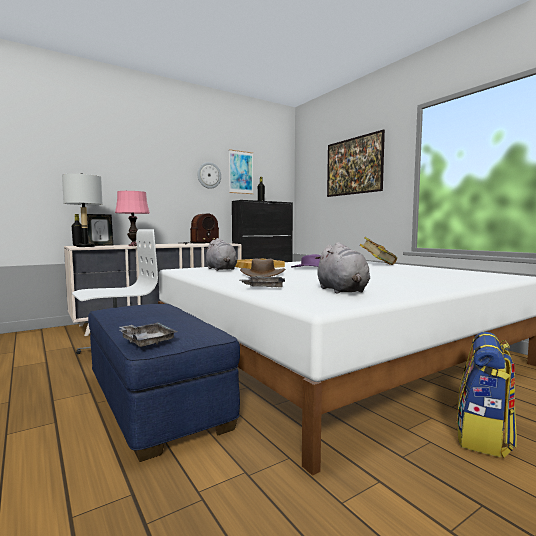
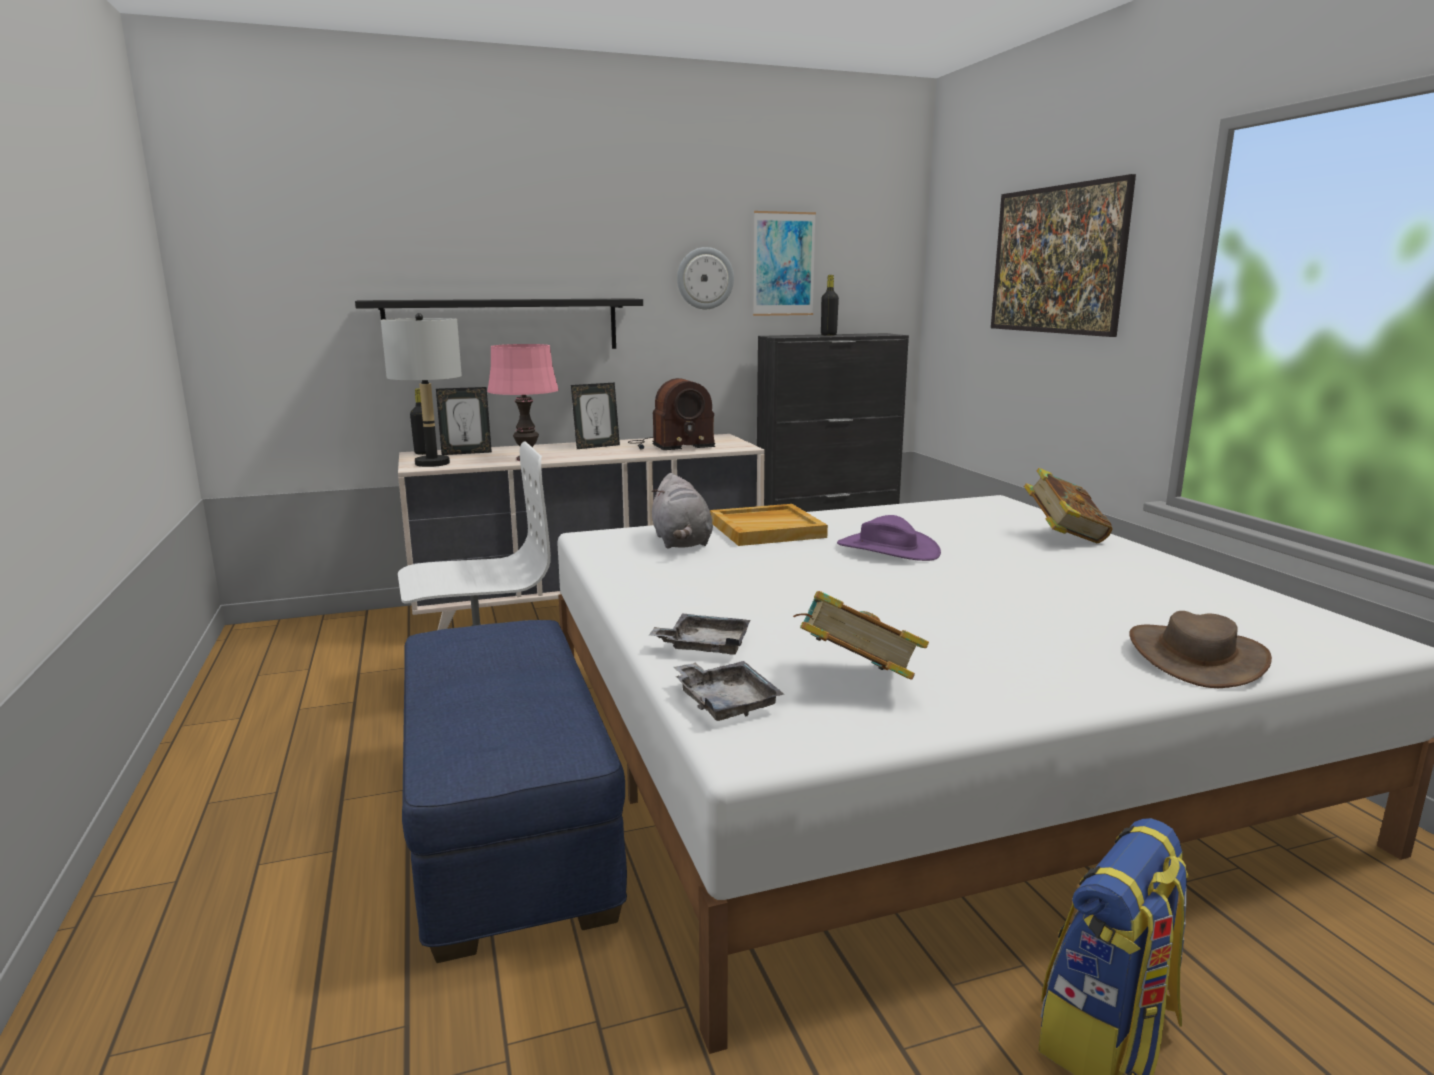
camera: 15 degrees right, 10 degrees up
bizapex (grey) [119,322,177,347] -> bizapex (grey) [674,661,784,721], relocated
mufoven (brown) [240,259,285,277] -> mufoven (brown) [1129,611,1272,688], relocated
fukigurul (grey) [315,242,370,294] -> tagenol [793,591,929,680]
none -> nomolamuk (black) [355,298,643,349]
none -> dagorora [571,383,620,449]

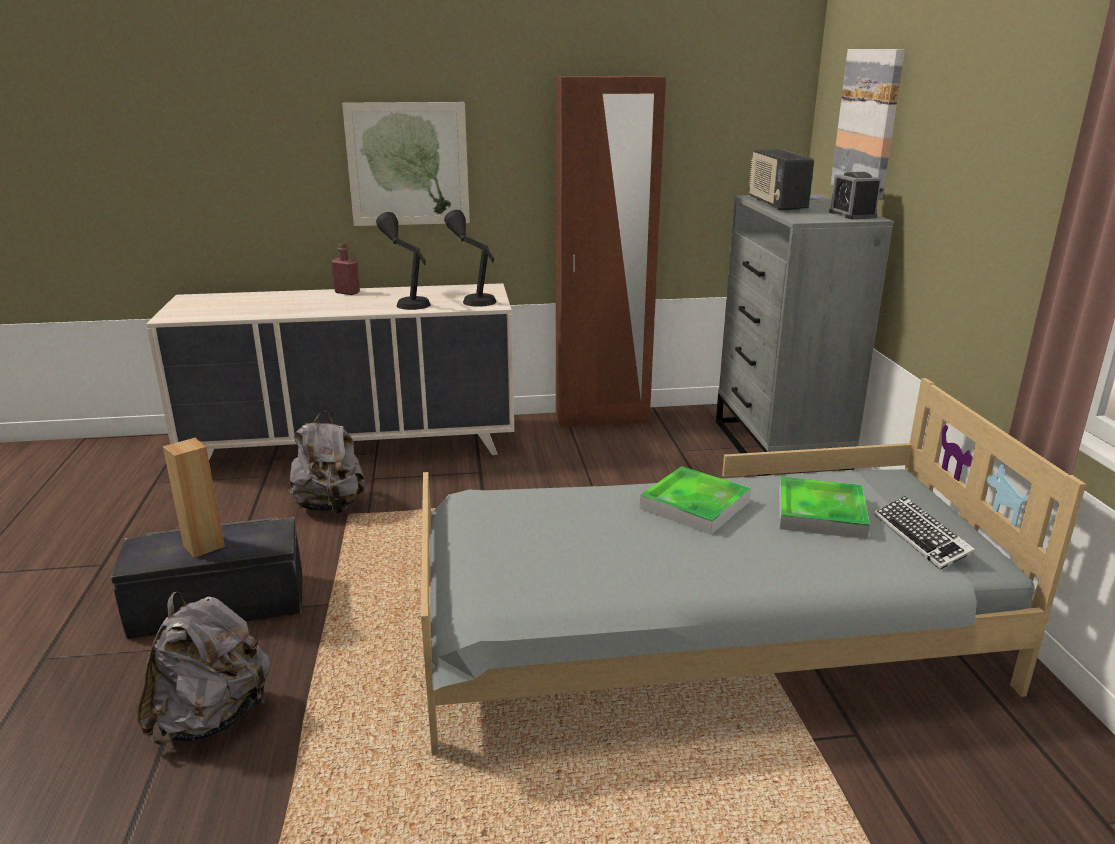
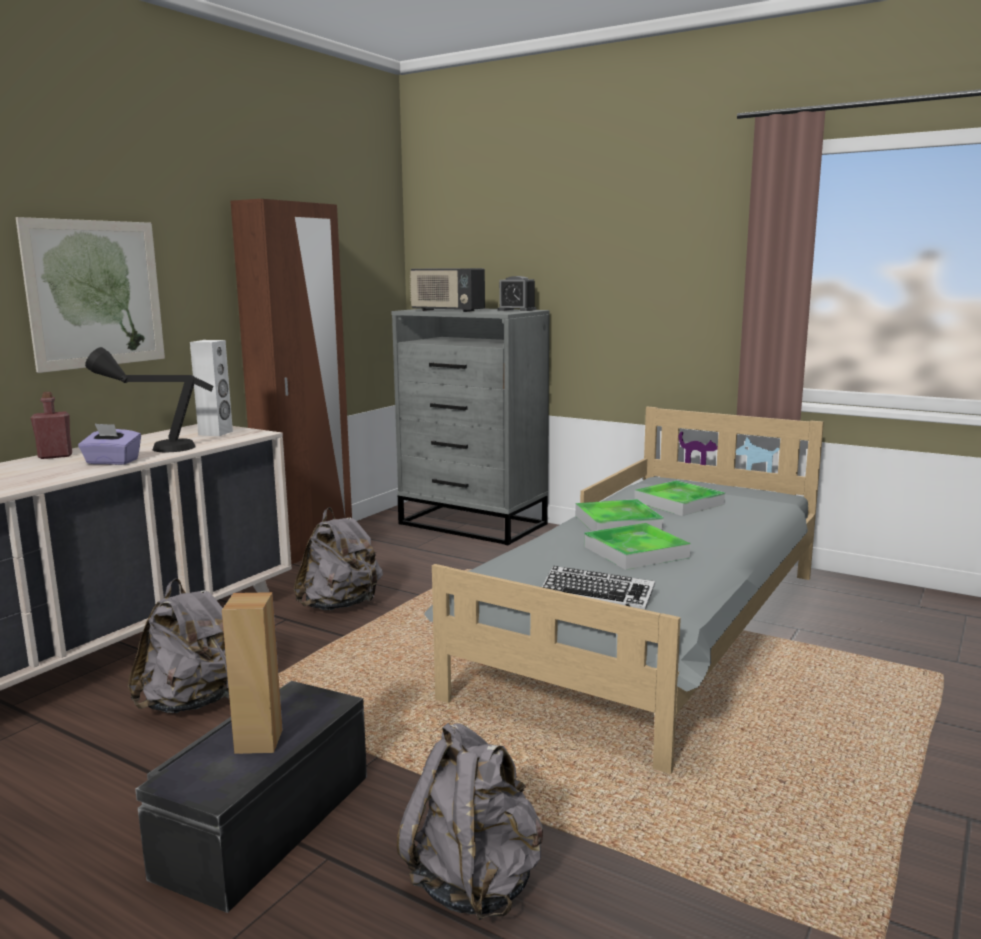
camera: 50 degrees left, 10 degrees down
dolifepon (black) [444,210,496,307] -> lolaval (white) [190,340,233,436]
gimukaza [831,49,905,200] -> none
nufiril [874,496,976,570] -> nufiril [542,566,655,610], relocated
none -> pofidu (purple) [78,423,141,465]
none -> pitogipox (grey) [294,507,383,610]
none -> bizapex [584,523,691,570]

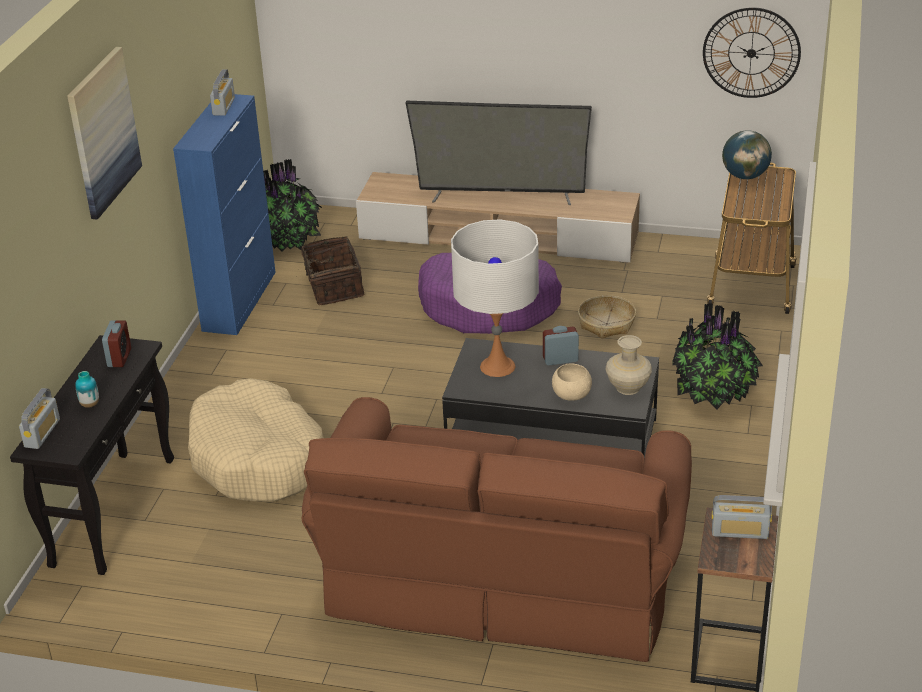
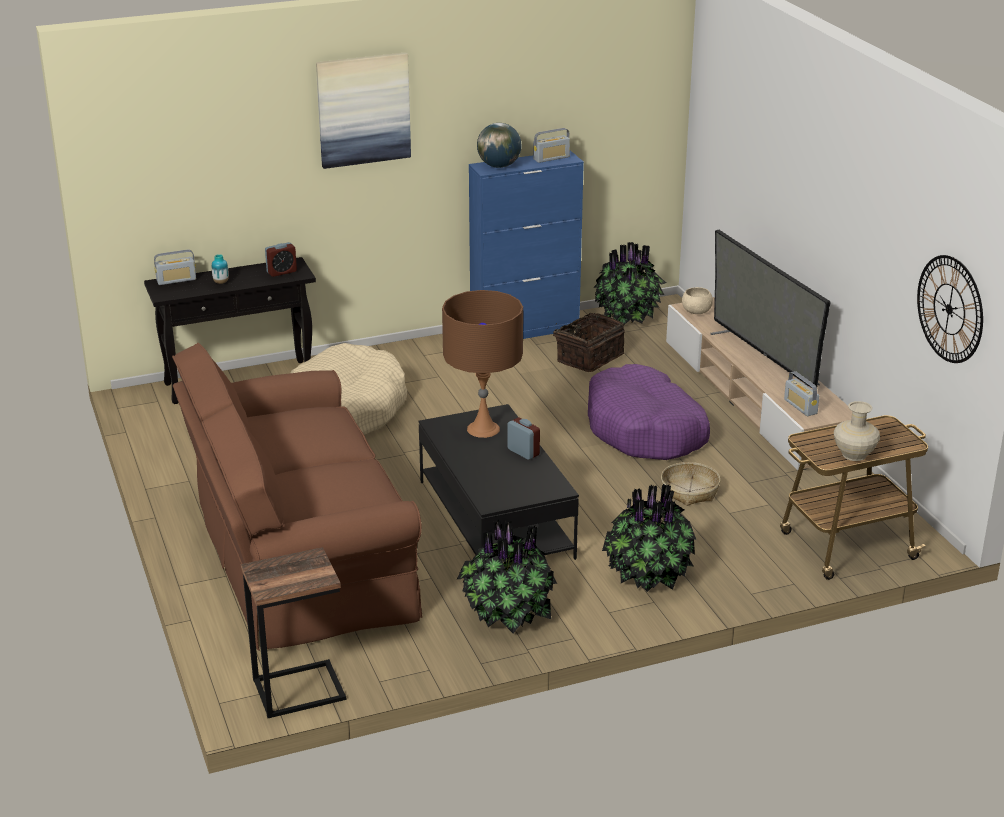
camera: 55 degrees right, 5 degrees down
dolifepon (white) [451,219,539,377] -> dolifepon (brown) [442,290,523,438]
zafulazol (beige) [552,363,592,401] -> zafulazol (beige) [682,287,713,314], relocated
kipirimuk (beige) [606,335,652,395] -> kipirimuk (beige) [834,401,880,461], relocated
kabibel [712,495,772,539] -> kabibel [784,371,819,416], relocated
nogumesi [722,130,772,179] -> nogumesi [477,123,522,168], relocated
none -> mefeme [457,520,557,633]

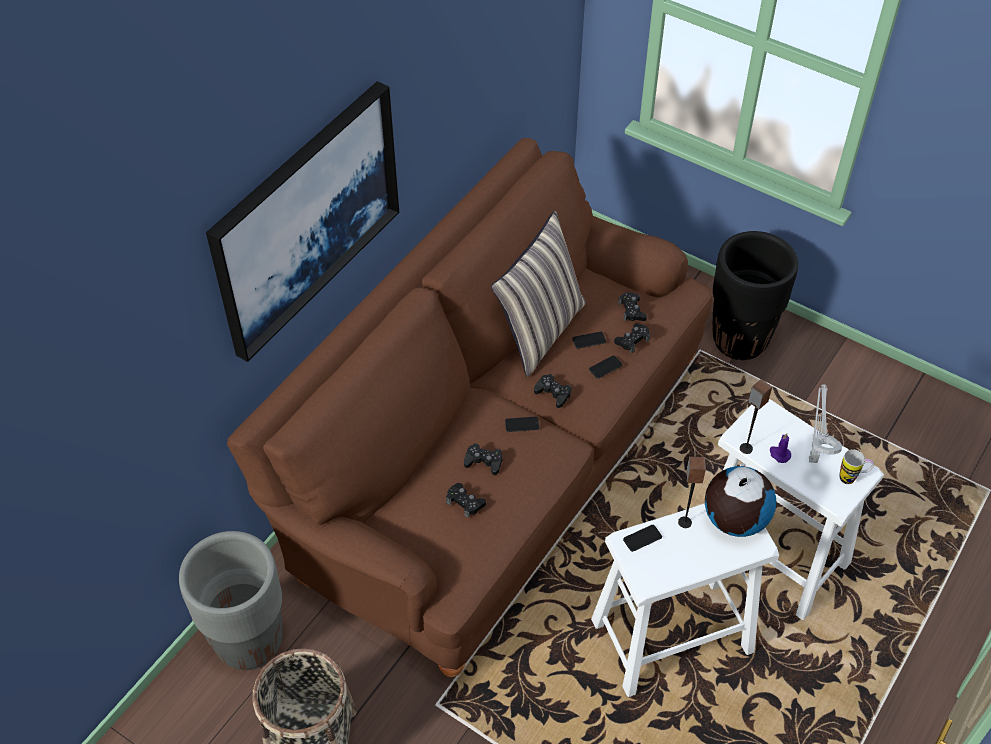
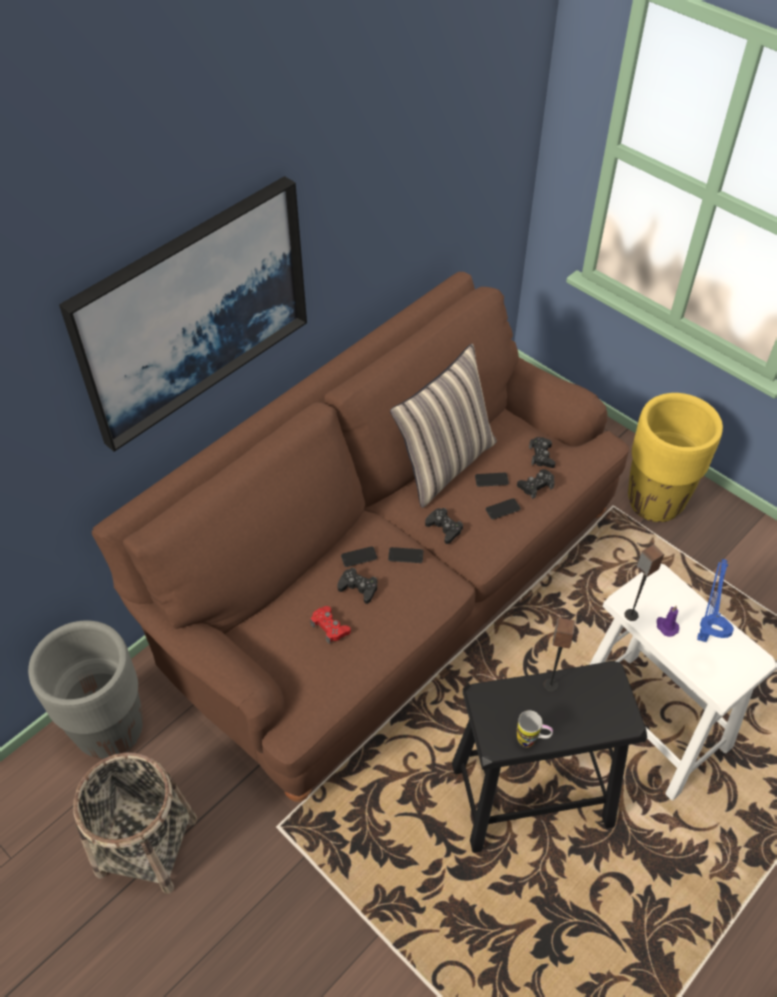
camera: 10 degrees right, 0 degrees up
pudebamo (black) [446,483,486,518] -> pudebamo (red) [310,606,351,644]
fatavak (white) [591,503,779,697] -> fatavak (black) [452,661,647,853]
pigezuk [623,525,662,552] -> pigezuk [341,546,377,567], relocated
nogumesi [705,466,776,537] -> none
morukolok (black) [712,231,798,360] -> morukolok (yellow) [628,393,723,522]
dolifepon (grey) [809,384,842,463] -> dolifepon (blue) [697,559,734,642]
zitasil [840,449,874,484] -> zitasil [517,710,553,748], relocated

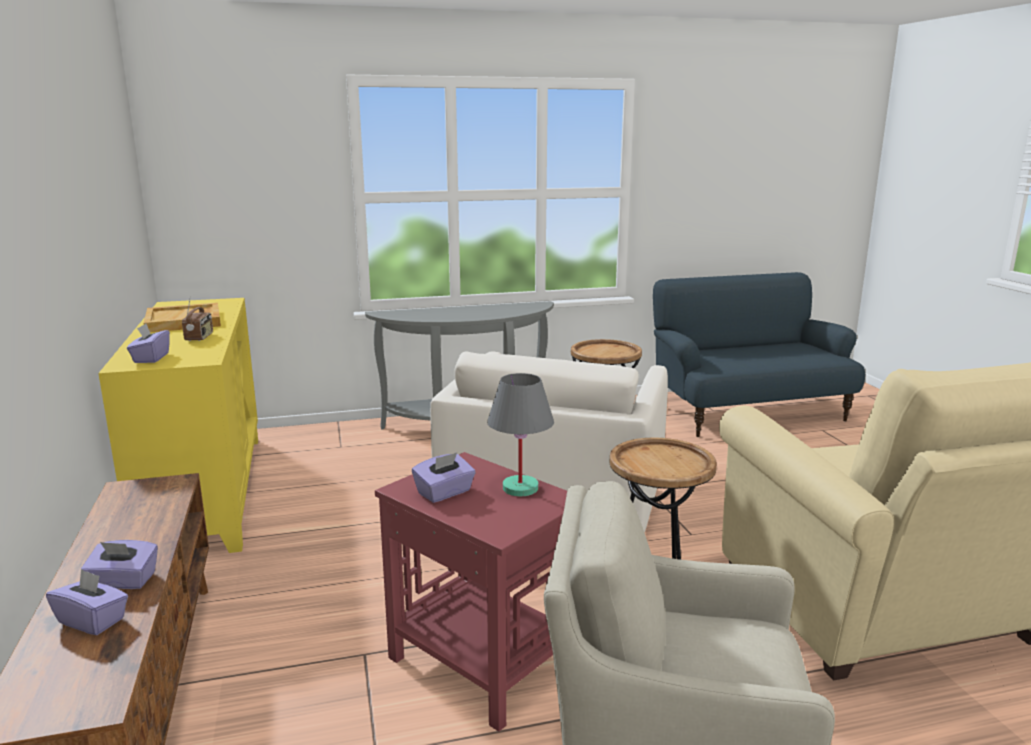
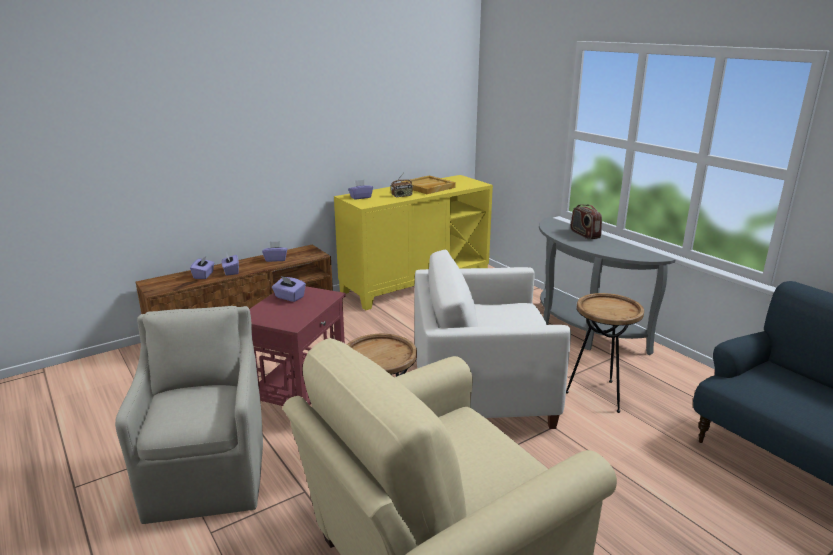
camera: 70 degrees right, 5 degrees up
dolifepon (grey) [487,373,554,496] -> none
none -> pofidu (purple) [262,241,288,262]
none -> kabibel [570,205,602,240]

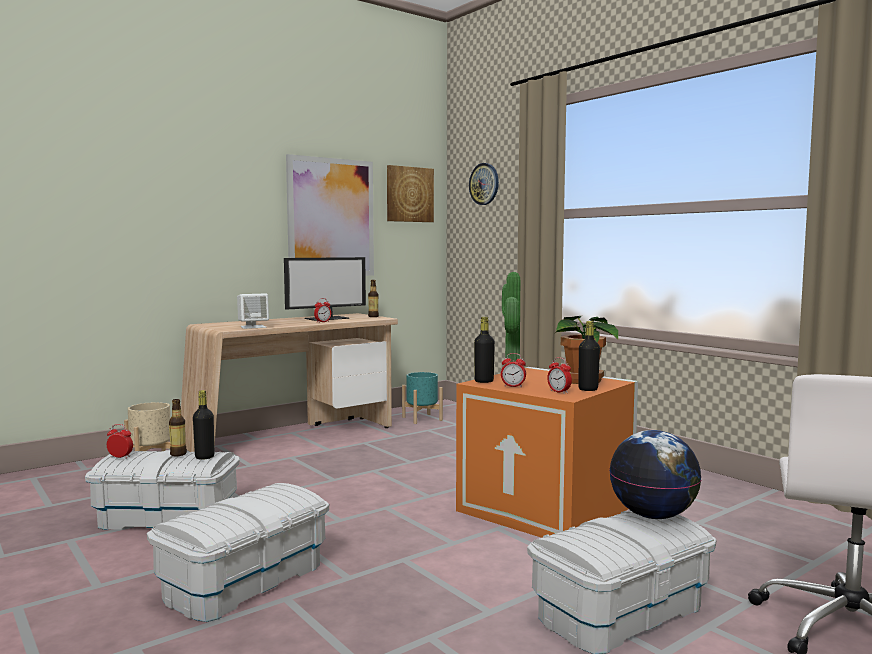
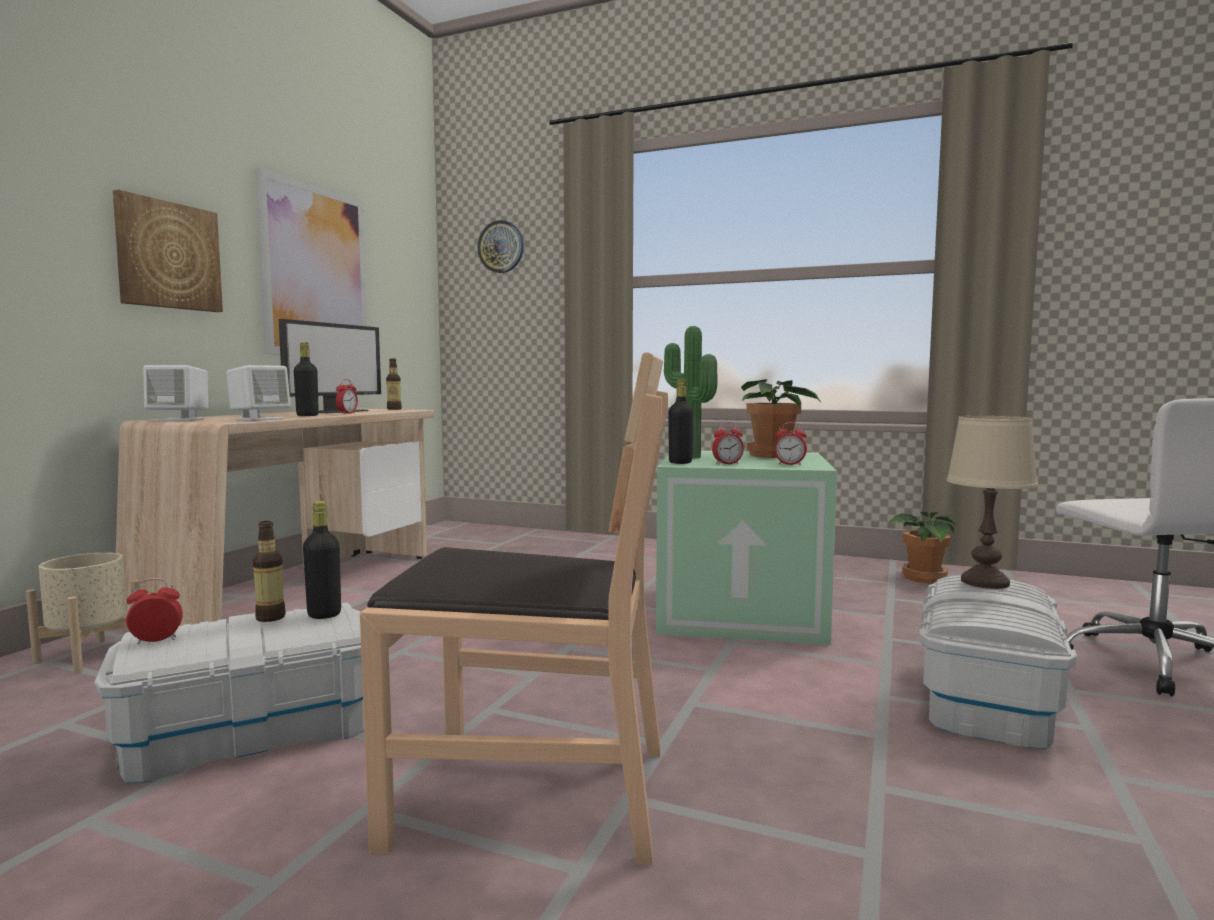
camera: 30 degrees left, 0 degrees up
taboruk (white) [147,483,329,622] -> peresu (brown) [360,352,668,866]
gimukaza [387,165,434,222] -> gimukaza [113,190,223,312], relocated
morukolok (turquoise) [402,372,443,424] -> none
taboruk (orange) [456,367,638,538] -> taboruk (green) [656,451,837,645]
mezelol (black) [578,321,600,391] -> mezelol (black) [294,342,319,416], relocated
nogumesi [609,430,701,519] -> dolifepon (beige) [946,416,1038,589]
none -> lolaval (white) [143,365,208,421]
none -> mefeme [889,512,956,584]

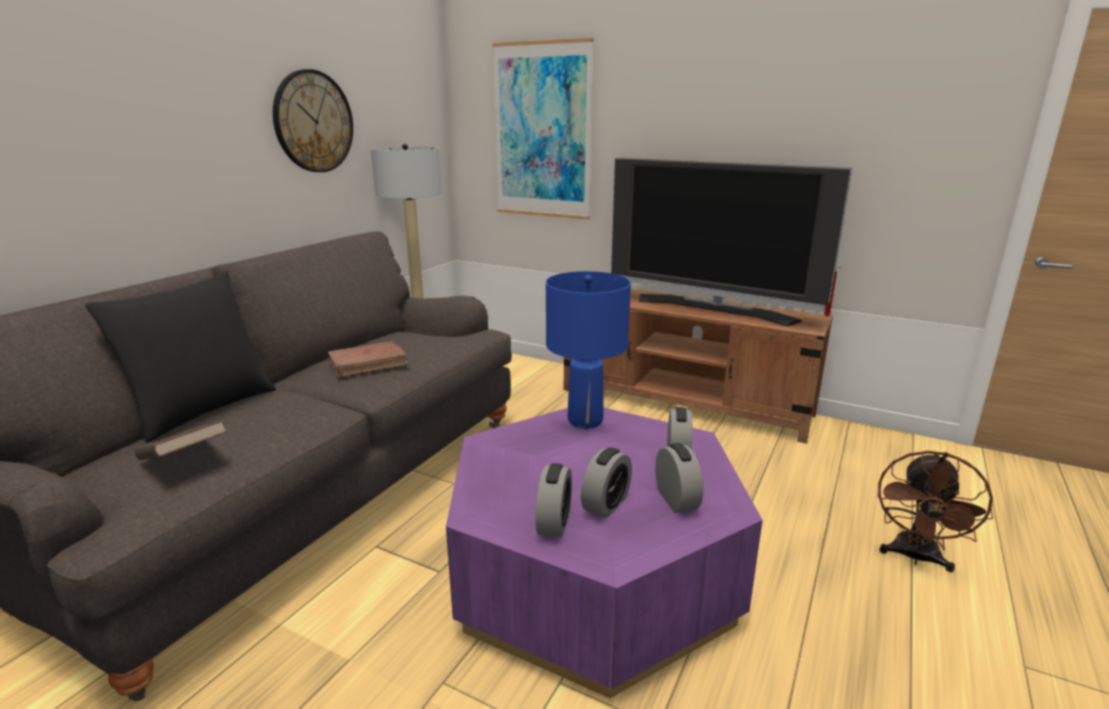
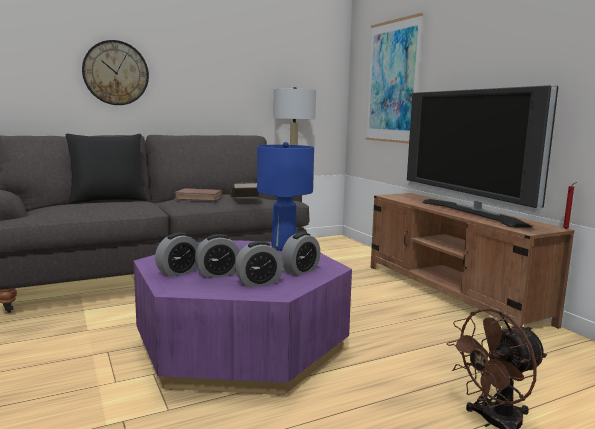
camera: 35 degrees right, 10 degrees down
tagenol (brown) [135,420,227,460] -> tagenol (brown) [230,182,259,197], relocated
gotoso [273,69,353,172] -> gotoso [82,40,149,105], relocated
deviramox [655,443,703,513] -> deviramox [235,241,283,287], 45 degrees clockwise

